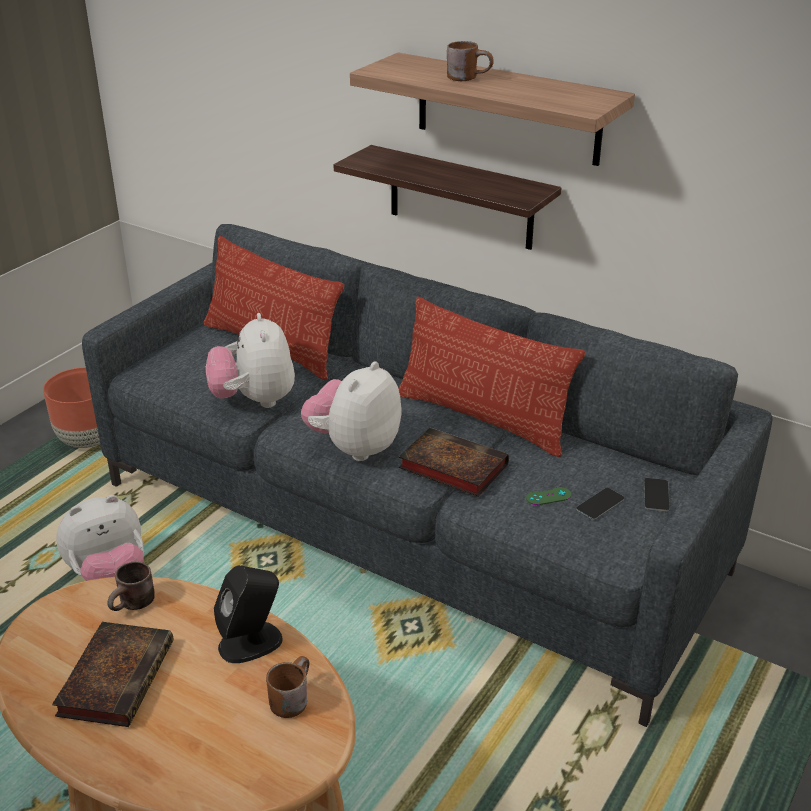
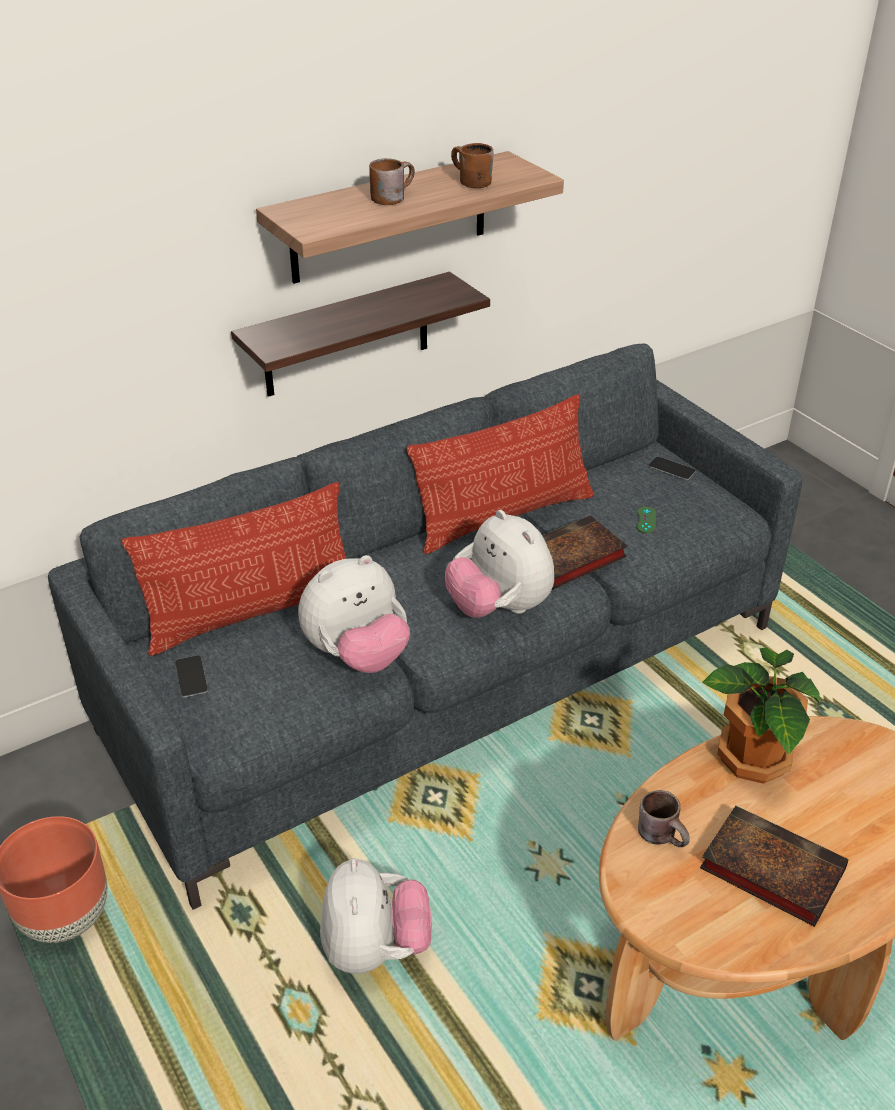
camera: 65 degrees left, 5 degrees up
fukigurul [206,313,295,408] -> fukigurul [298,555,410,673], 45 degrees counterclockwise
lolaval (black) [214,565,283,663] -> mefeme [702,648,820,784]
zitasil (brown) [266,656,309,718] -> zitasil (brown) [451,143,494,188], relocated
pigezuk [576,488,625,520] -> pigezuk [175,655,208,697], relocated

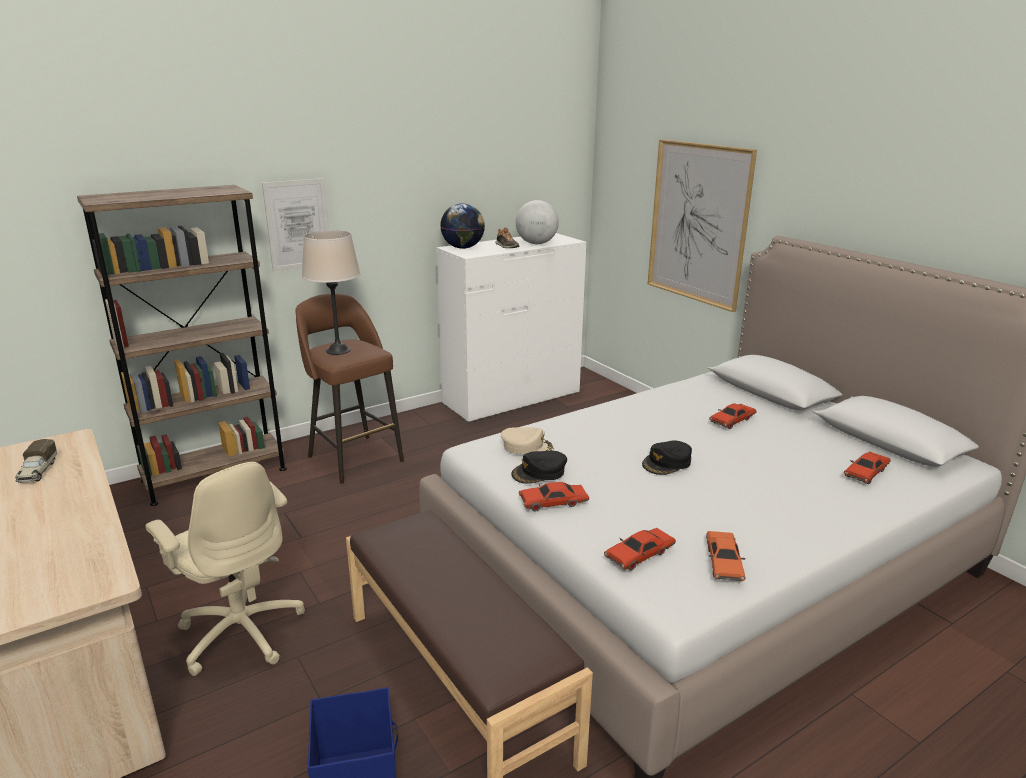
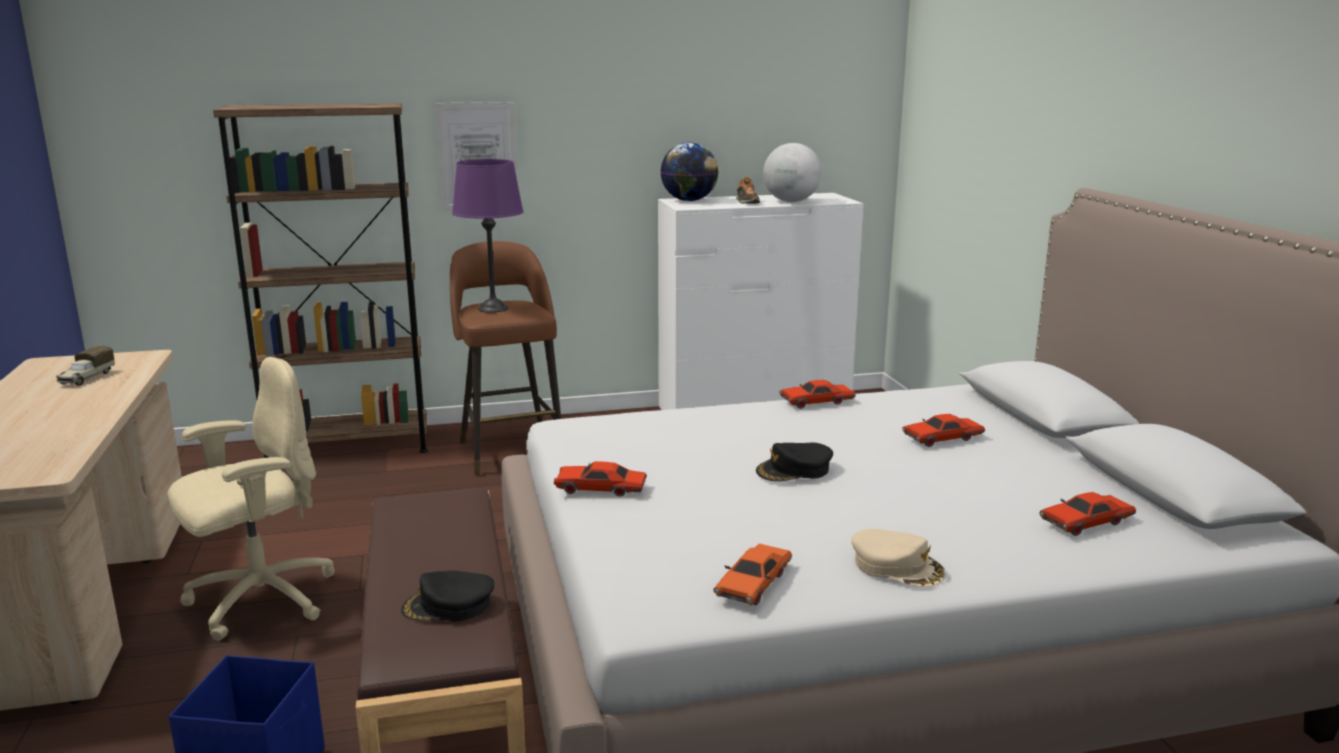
camera: 20 degrees right, 5 degrees down
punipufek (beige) [145,462,305,676] -> punipufek (beige) [167,357,335,641], 105 degrees counterclockwise
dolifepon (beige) [302,230,361,355] -> dolifepon (purple) [452,159,524,313]
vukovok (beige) [501,427,554,454] -> vukovok (beige) [851,529,946,587], relocated
vukovok (black) [511,451,567,484] -> vukovok (black) [401,571,494,621], relocated
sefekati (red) [604,528,676,571] -> sefekati (red) [780,380,856,409], relocated
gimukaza [648,139,757,312] -> none

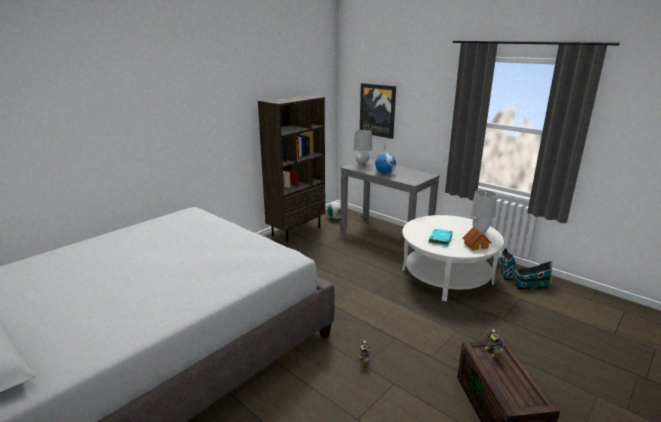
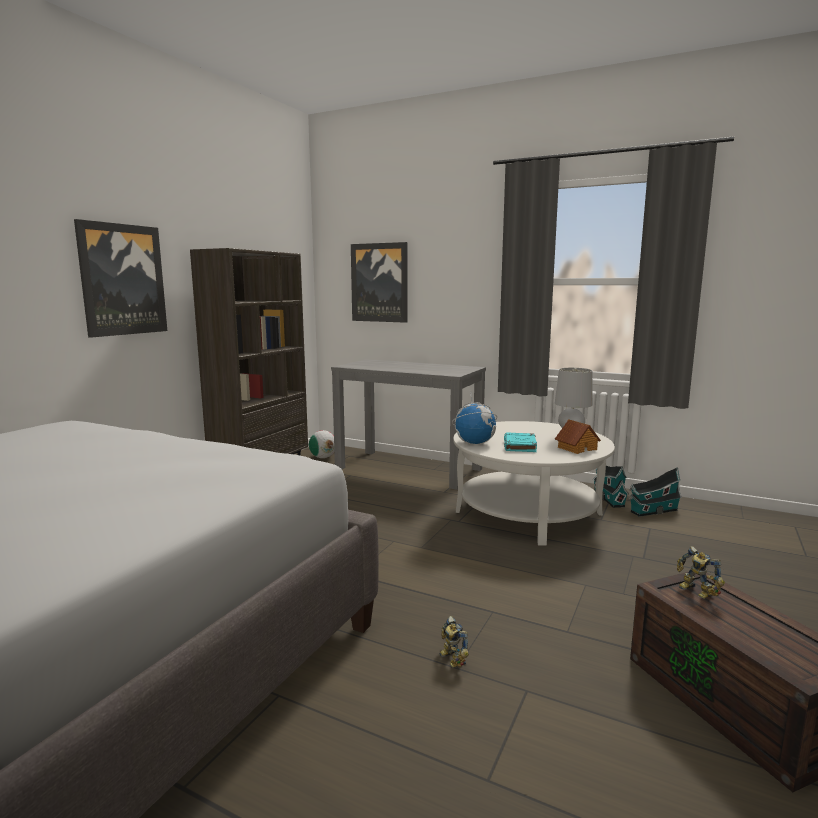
camera: 15 degrees left, 10 degrees down
dolifepon (grey) [354,130,372,167] -> none
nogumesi [374,146,397,174] -> nogumesi [452,391,497,444], relocated
none -> gimukaza [74,219,167,338]

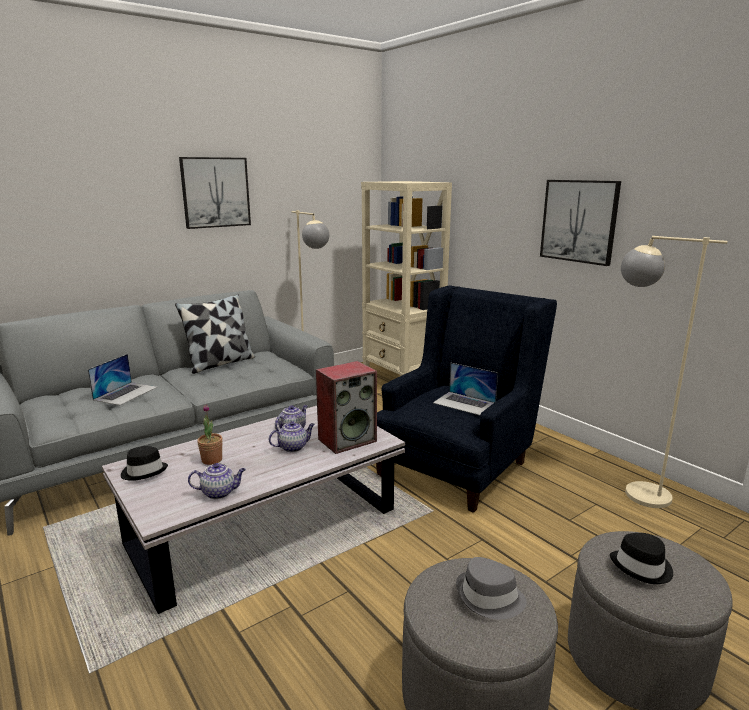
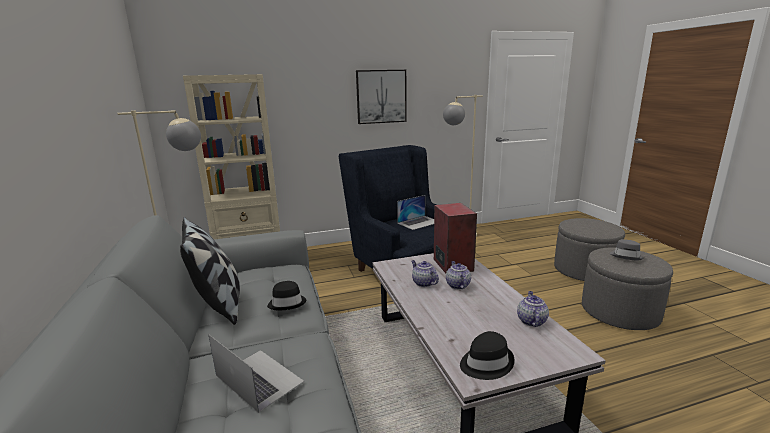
camera: 70 degrees left, 0 degrees up
gimukaza [179,157,251,229] -> none
mefeme [197,404,222,465] -> none
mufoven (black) [610,533,673,584] -> mufoven (black) [267,281,307,310], relocated

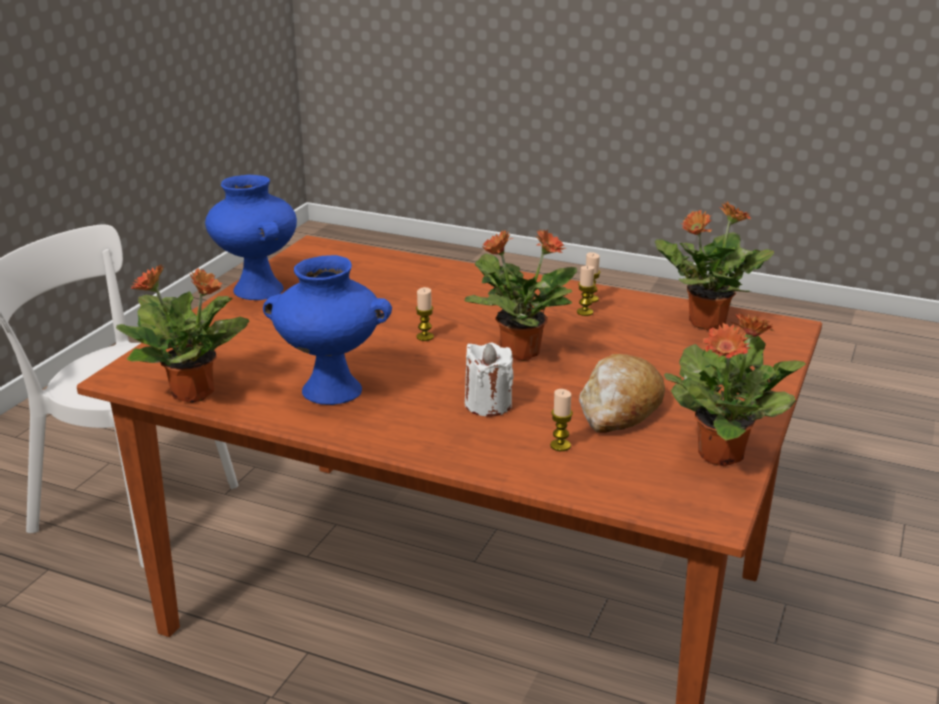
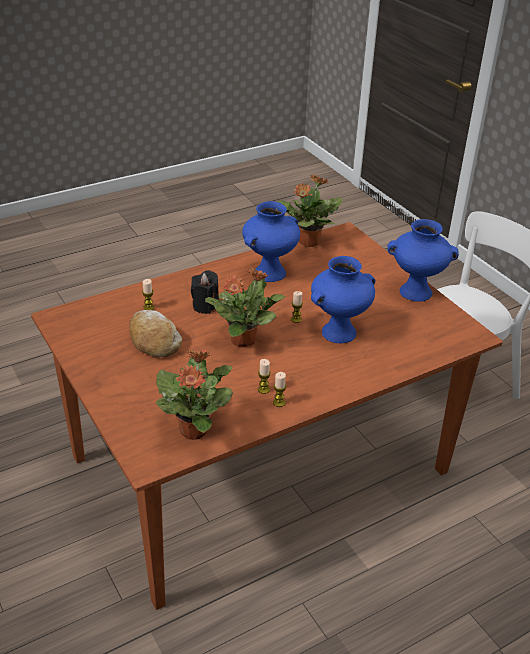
camera: 125 degrees right, 10 degrees up
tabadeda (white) [464,343,514,417] -> tabadeda (black) [191,270,219,314]
mefeme [664,313,806,466] -> none
none -> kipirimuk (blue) [311,256,376,343]

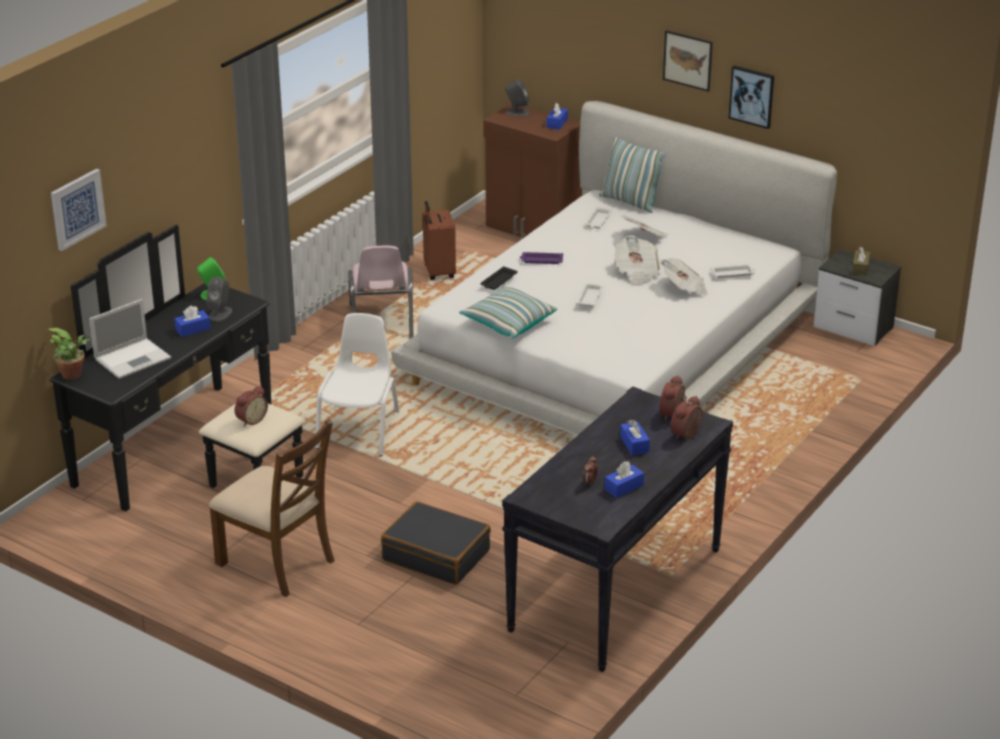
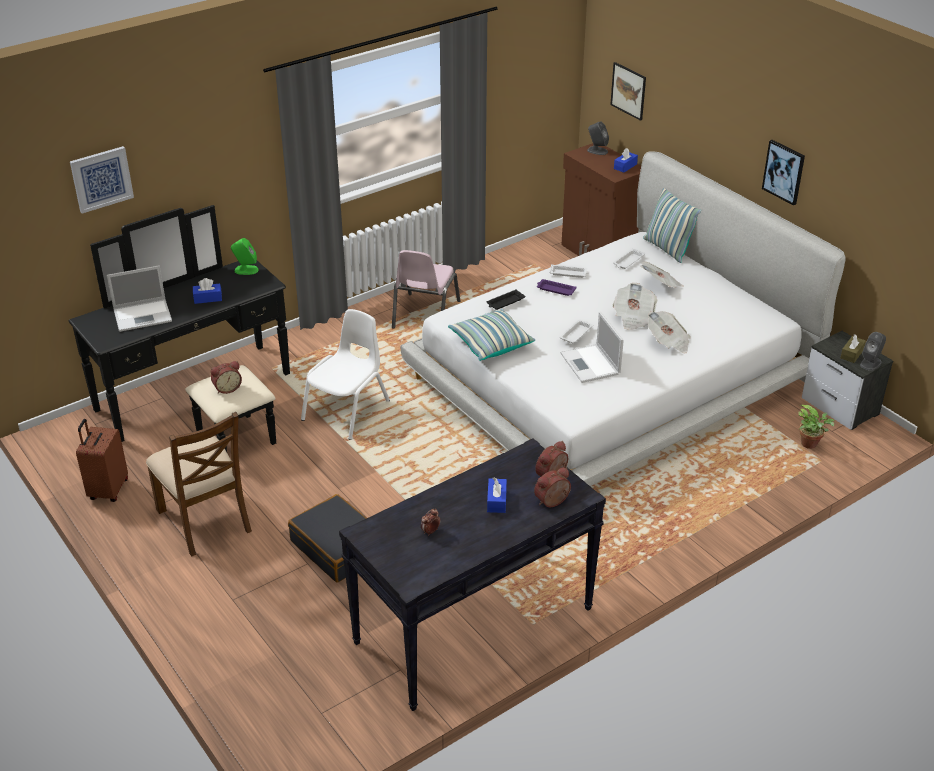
camera: 20 degrees right, 5 degrees up
mefeme [47,328,90,380] -> mefeme [798,405,834,449], relocated
lolaval (grey) [206,277,232,321] -> lolaval (grey) [860,332,886,371], relocated
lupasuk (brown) [423,201,456,280] -> lupasuk (brown) [76,419,128,502], relocated
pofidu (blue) [605,461,644,498] -> none
gimukaza [663,30,713,92] -> gimukaza [610,62,646,121], relocated
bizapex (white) [710,264,755,278] -> bizapex (white) [549,265,588,278], relocated
none -> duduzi [560,312,624,383]

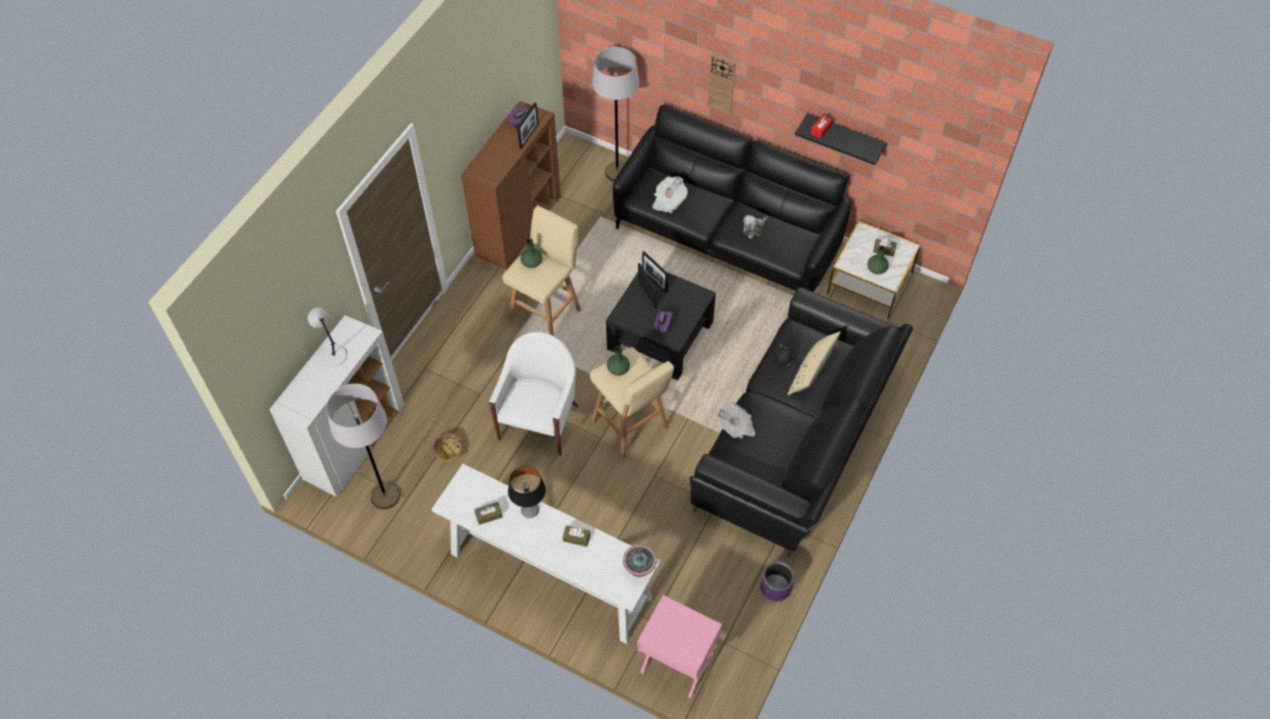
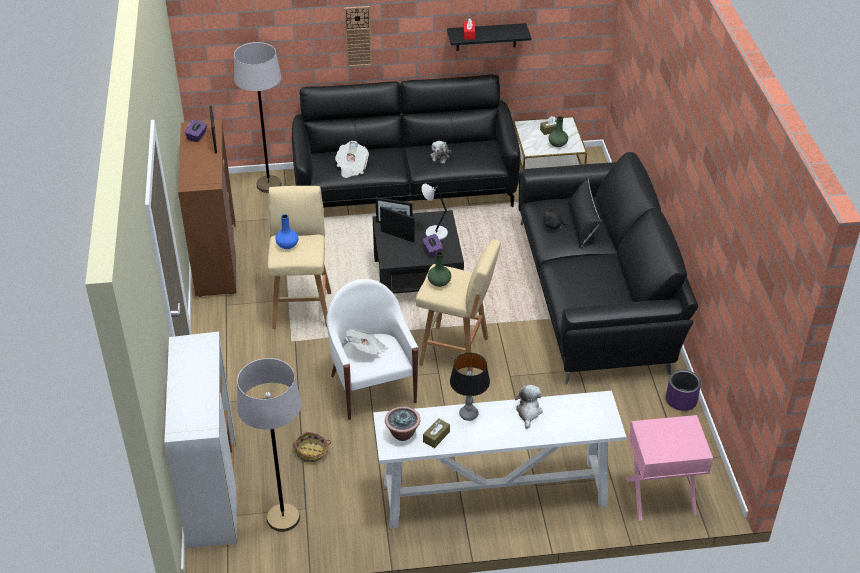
camera: 35 degrees left, 15 degrees down
dolifepon (grey) [308,308,347,366] -> dolifepon (grey) [422,184,448,240], relocated
kipirimuk (green) [520,238,542,268] -> kipirimuk (blue) [275,214,298,249]
pofidu (brown) [563,525,590,547] -> fukigurul [515,385,543,429]
mefeme [623,545,657,577] -> mefeme [385,406,420,441], relocated
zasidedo [717,402,755,438] -> zasidedo [345,329,388,355], relocated
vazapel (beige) [787,331,841,395] -> vazapel (black) [568,178,601,248]

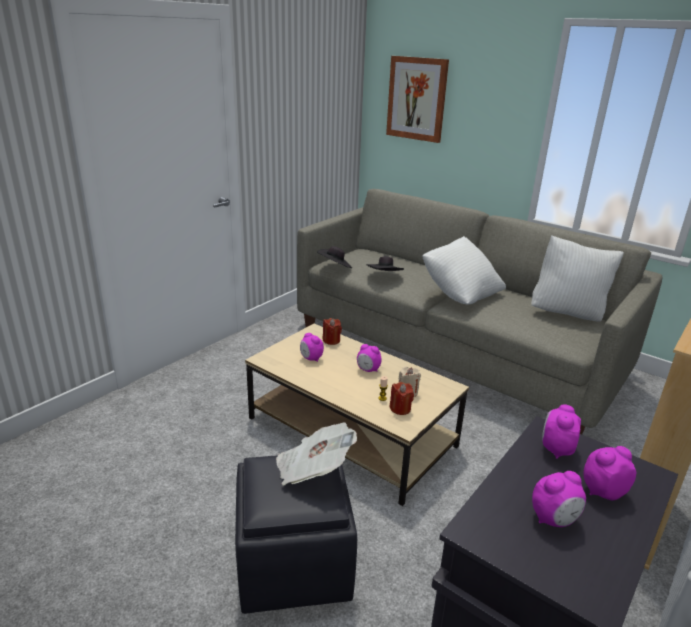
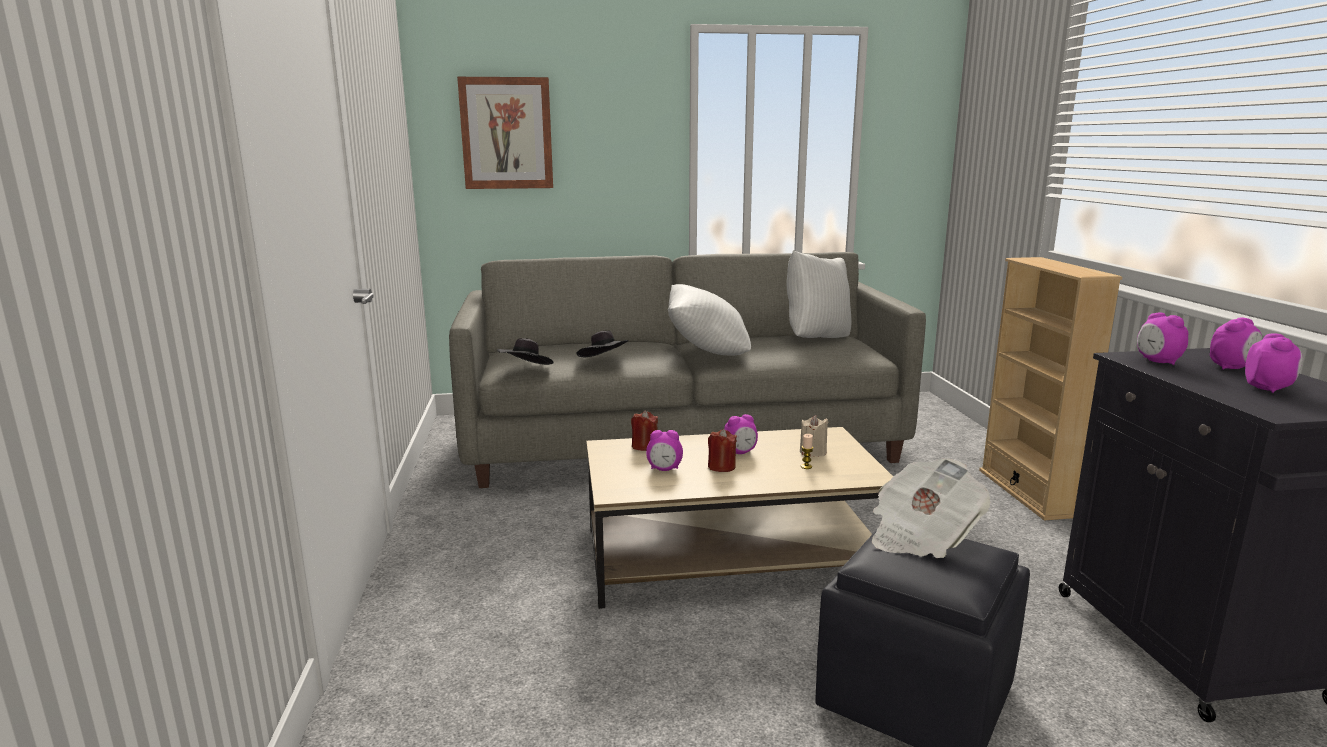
camera: 45 degrees left, 10 degrees down
tabadeda (red) [389,382,414,415] -> tabadeda (red) [708,429,737,472], relocated
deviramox [584,446,636,500] -> deviramox [1210,317,1262,370], 150 degrees counterclockwise

